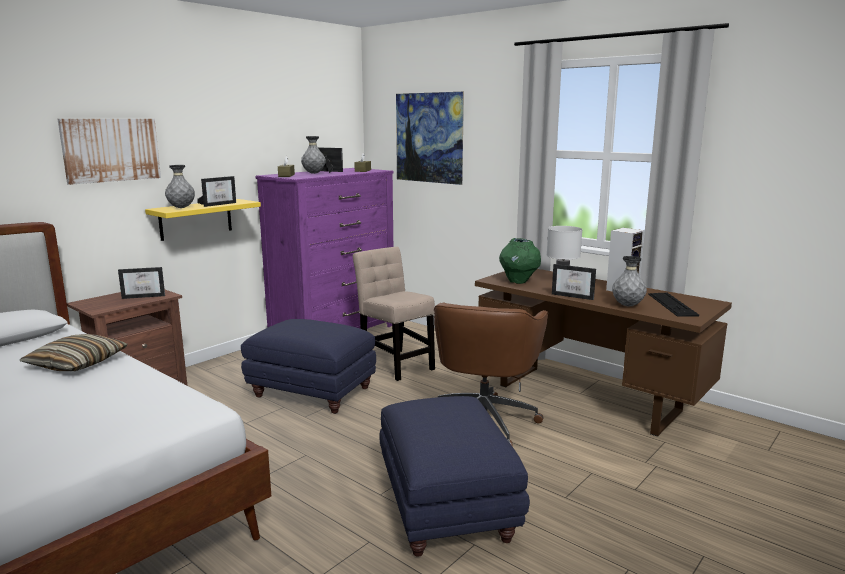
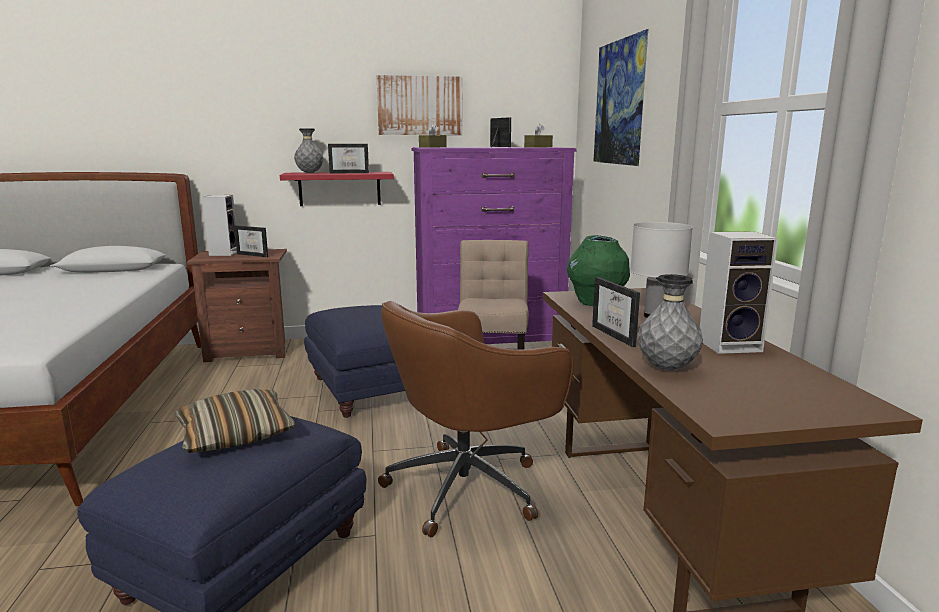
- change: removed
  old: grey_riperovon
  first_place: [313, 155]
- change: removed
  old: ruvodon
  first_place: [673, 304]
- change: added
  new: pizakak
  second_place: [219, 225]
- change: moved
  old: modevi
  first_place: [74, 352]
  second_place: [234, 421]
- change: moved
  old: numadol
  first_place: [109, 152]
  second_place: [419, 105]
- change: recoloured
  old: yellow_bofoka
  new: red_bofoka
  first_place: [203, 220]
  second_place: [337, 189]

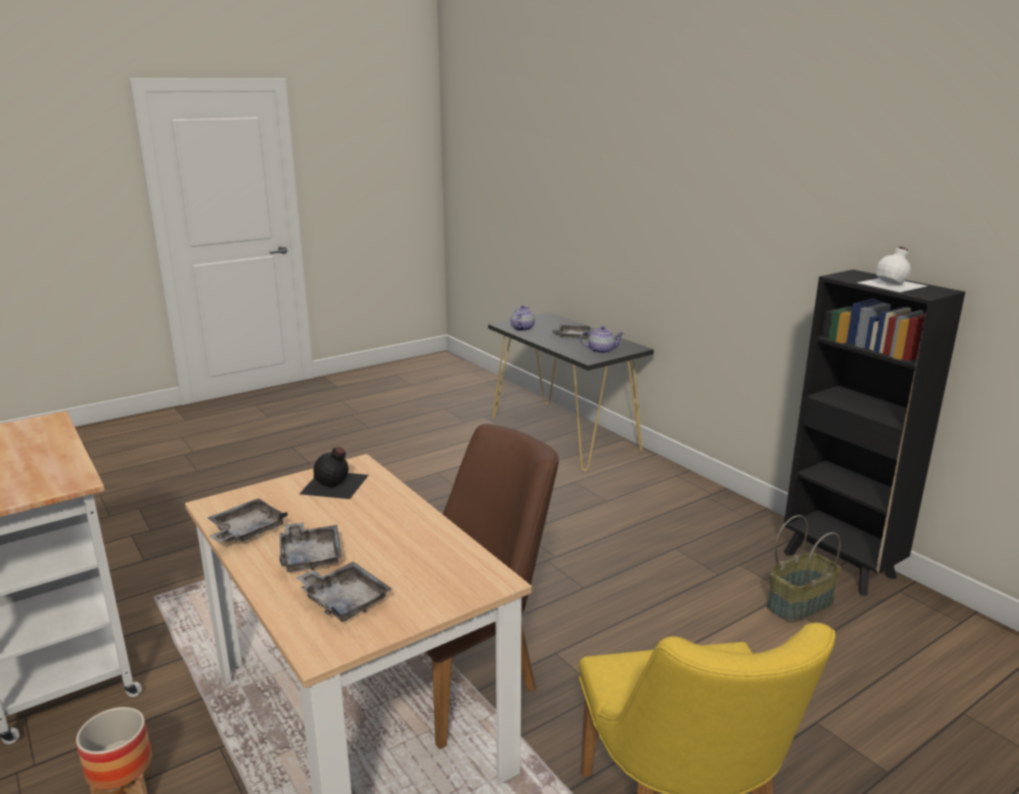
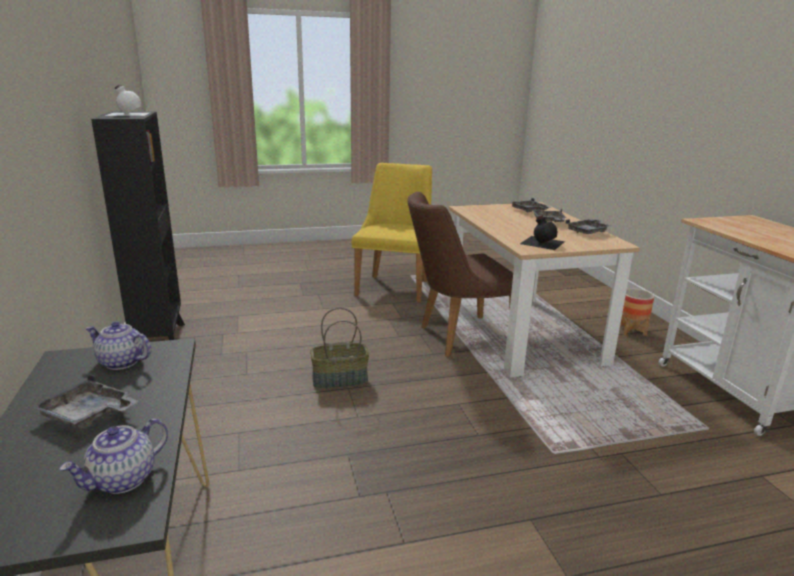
- change: moved
  old: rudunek
  first_place: [804, 569]
  second_place: [339, 348]

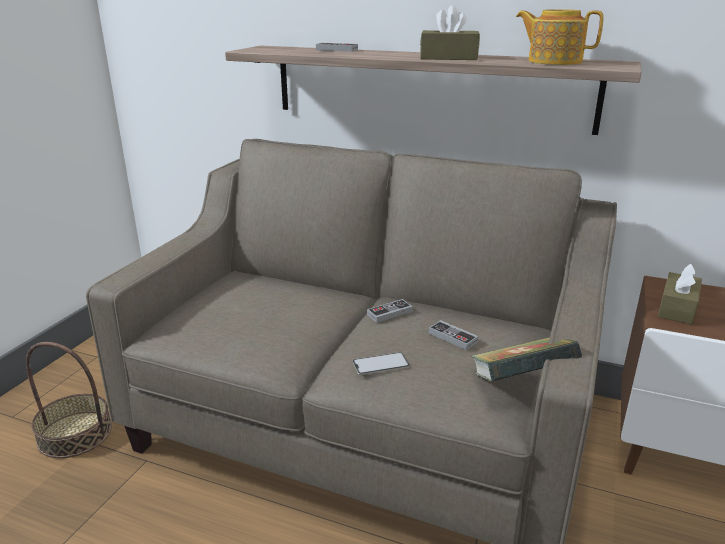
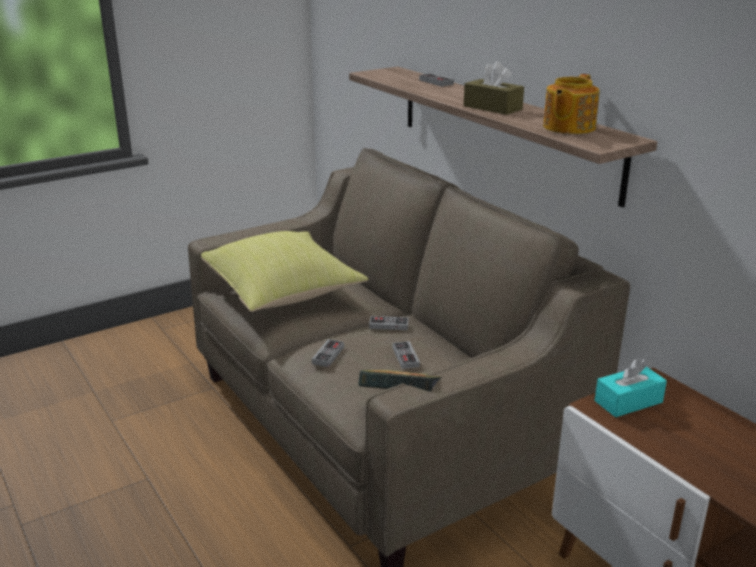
- change: removed
  old: rudunek
  first_place: [69, 400]
- change: added
  new: yellow_modevi
  second_place: [284, 271]
- change: replaced
  old: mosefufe
  new: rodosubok
  first_place: [381, 363]
  second_place: [328, 353]
- change: recoloured
  old: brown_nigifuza
  new: turquoise_nigifuza
  first_place: [680, 294]
  second_place: [631, 387]
- change: turned
  old: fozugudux
  first_place: [560, 37]
  second_place: [571, 104]
  degrees: -120

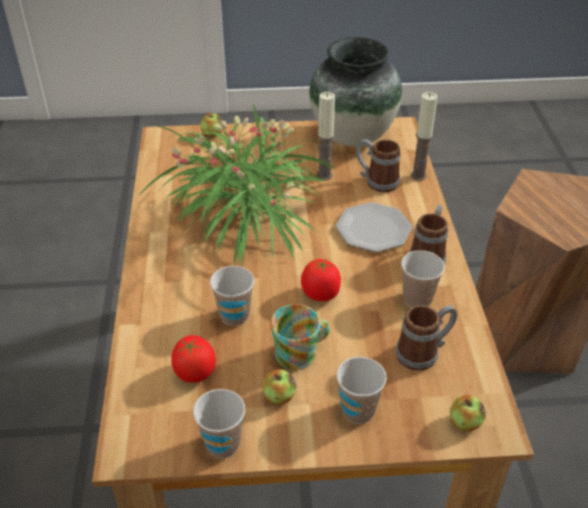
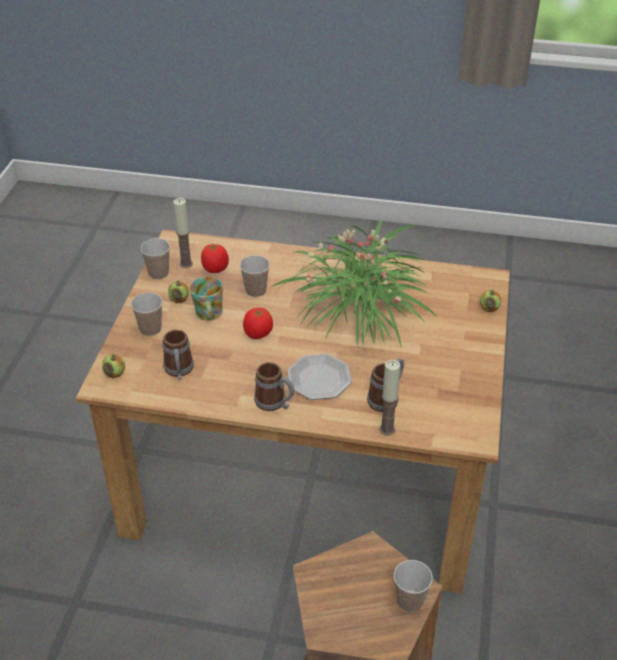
- change: removed
  old: riperovon
  first_place: [355, 92]
- change: moved
  old: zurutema
  first_place: [326, 136]
  second_place: [183, 233]
- change: moved
  old: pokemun
  first_place: [423, 278]
  second_place: [413, 586]

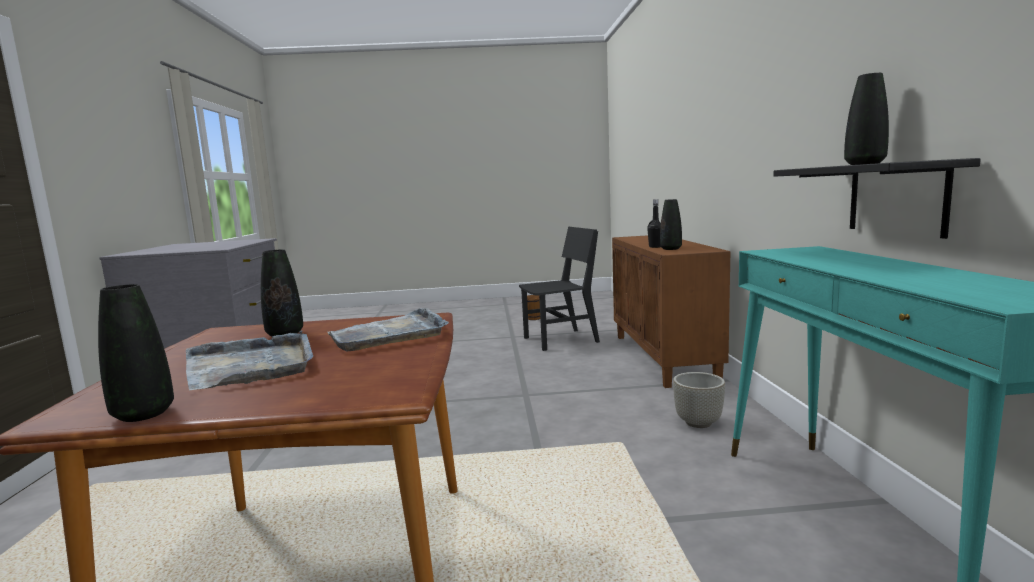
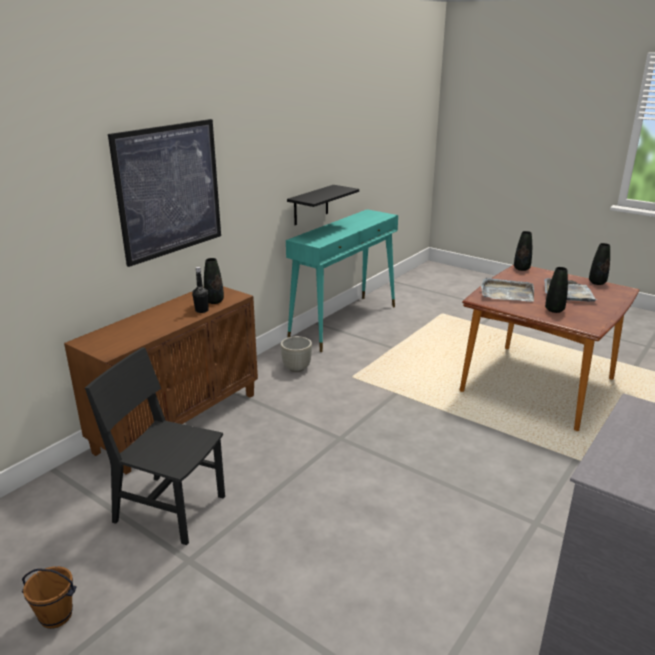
- change: added
  new: numadol
  second_place: [164, 193]
- change: moved
  old: black_riperovon
  first_place: [866, 119]
  second_place: [523, 251]

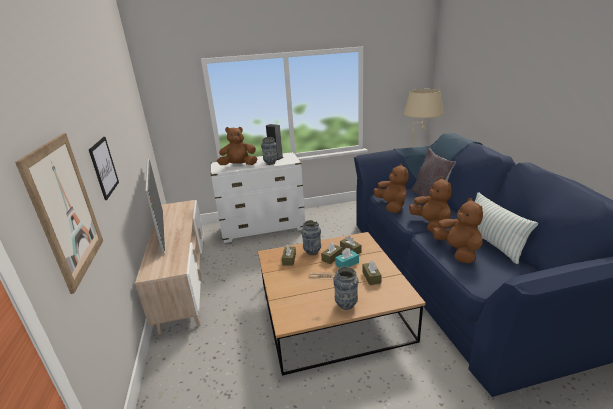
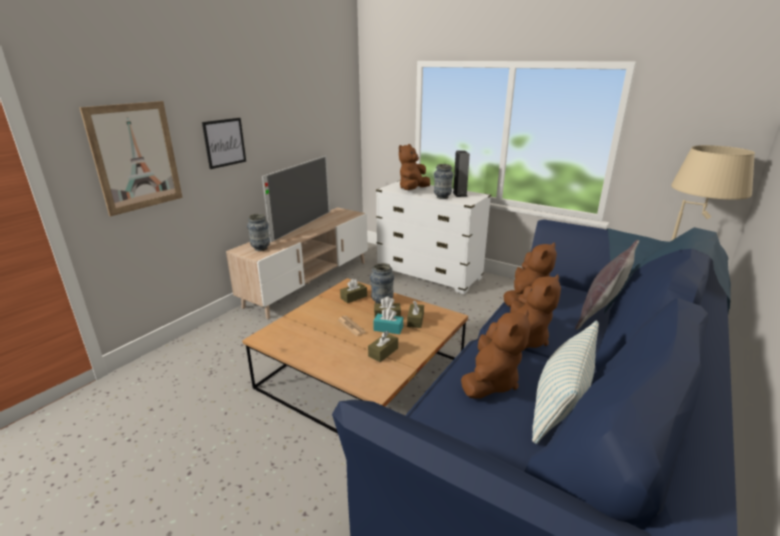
- change: moved
  old: riperovon
  first_place: [345, 288]
  second_place: [258, 232]
- change: turned
  old: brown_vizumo
  first_place: [237, 146]
  second_place: [414, 167]
  degrees: -90

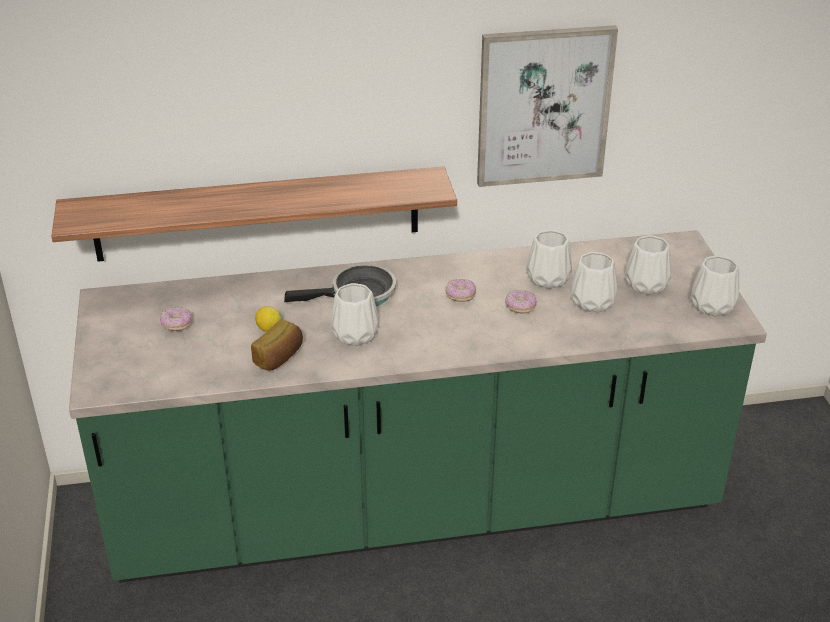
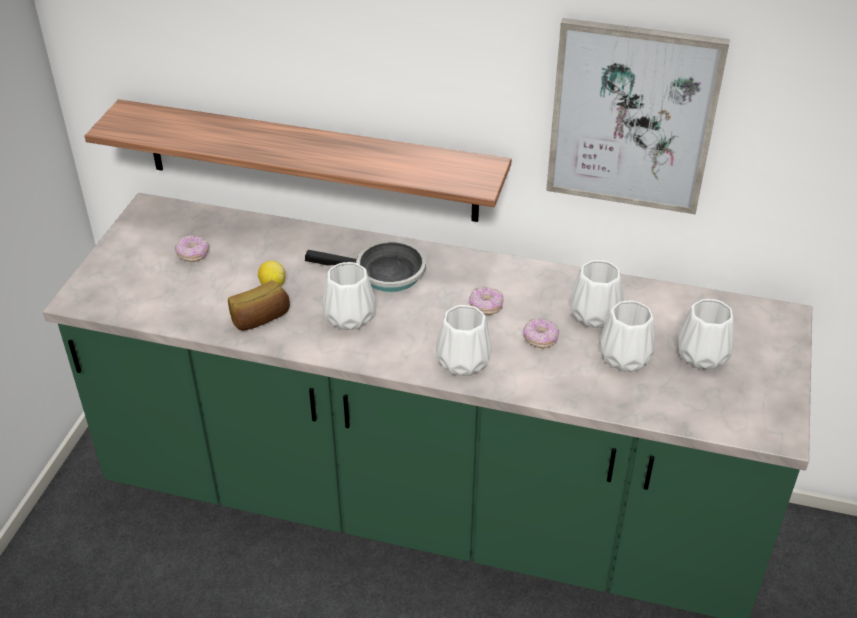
- change: moved
  old: white_riperovon
  first_place: [714, 286]
  second_place: [464, 340]

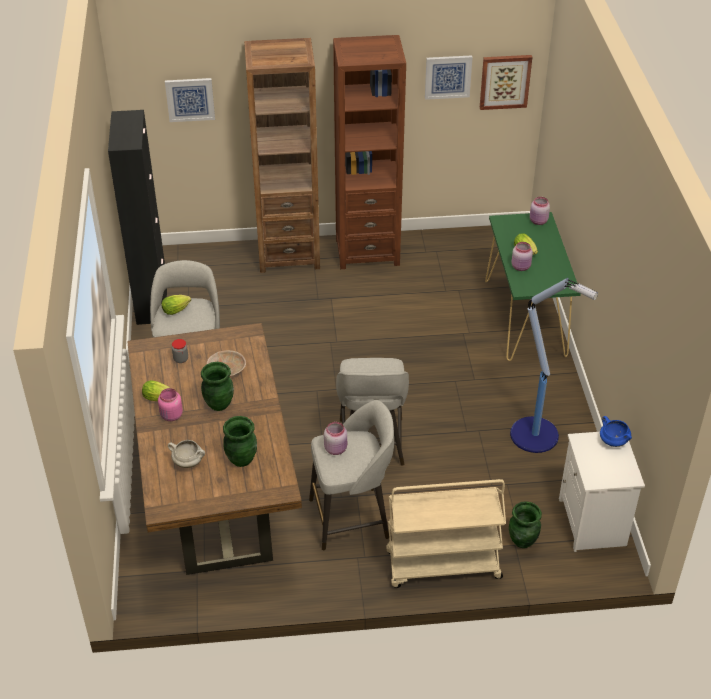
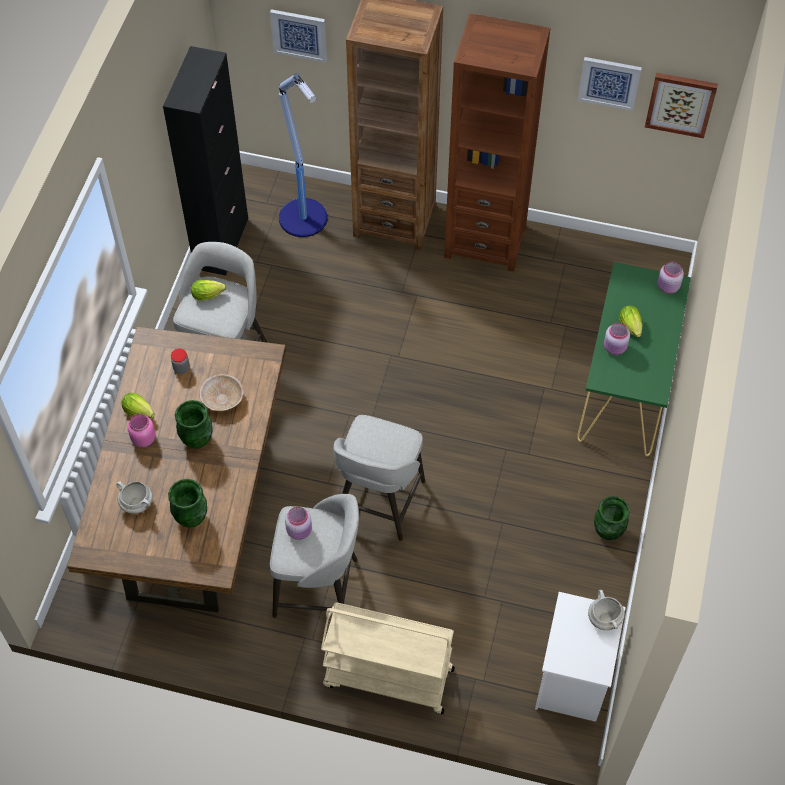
- change: moved
  old: green_riperovon
  first_place: [525, 524]
  second_place: [612, 518]
- change: moved
  old: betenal
  first_place: [554, 365]
  second_place: [303, 155]
- change: recoloured
  old: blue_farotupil
  new: white_farotupil
  first_place: [616, 431]
  second_place: [606, 610]

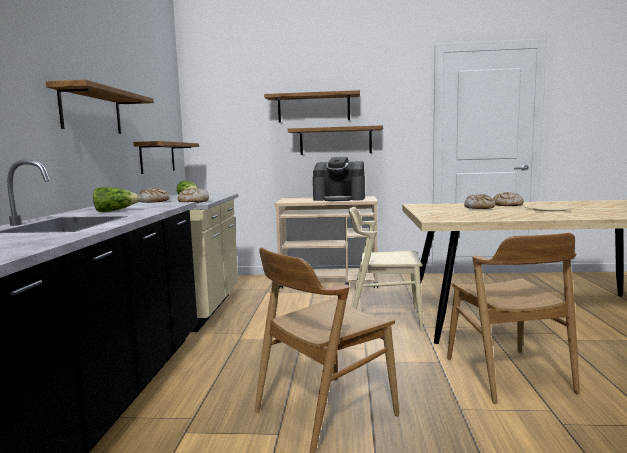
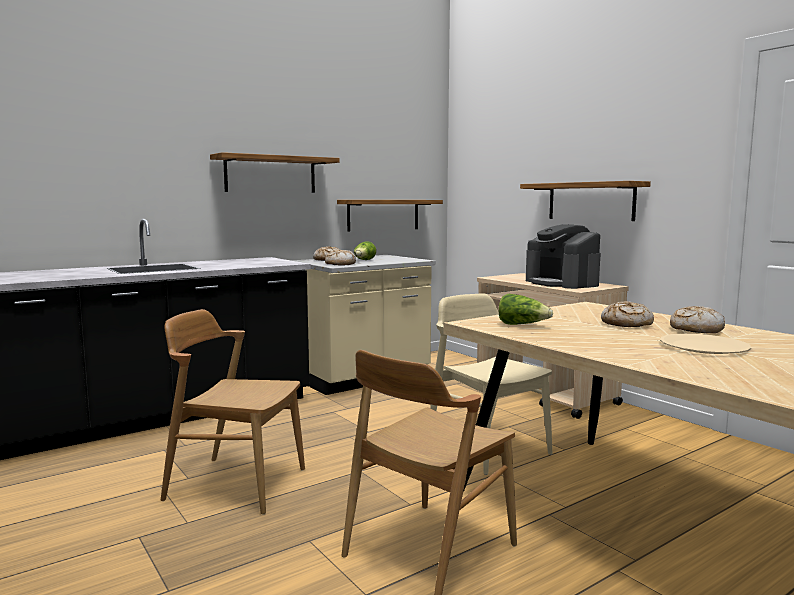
- change: removed
  old: bofoka
  first_place: [312, 106]
- change: moved
  old: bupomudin
  first_place: [117, 199]
  second_place: [526, 309]

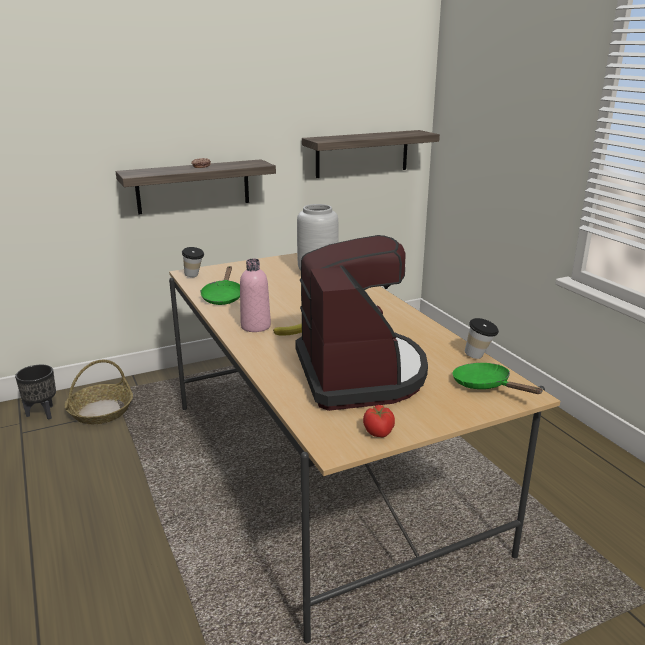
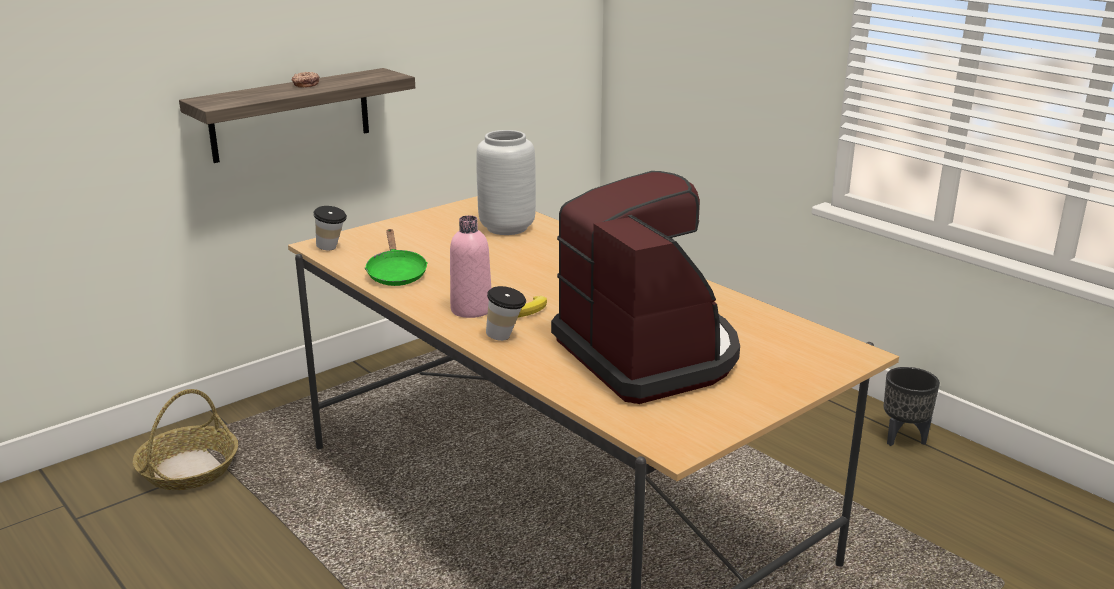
- change: removed
  old: bofoka
  first_place: [371, 154]
- change: removed
  old: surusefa
  first_place: [379, 421]
- change: removed
  old: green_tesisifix
  first_place: [498, 378]
- change: moved
  old: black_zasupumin
  first_place: [35, 392]
  second_place: [911, 406]
- change: moved
  old: pokemun
  first_place: [482, 338]
  second_place: [506, 313]

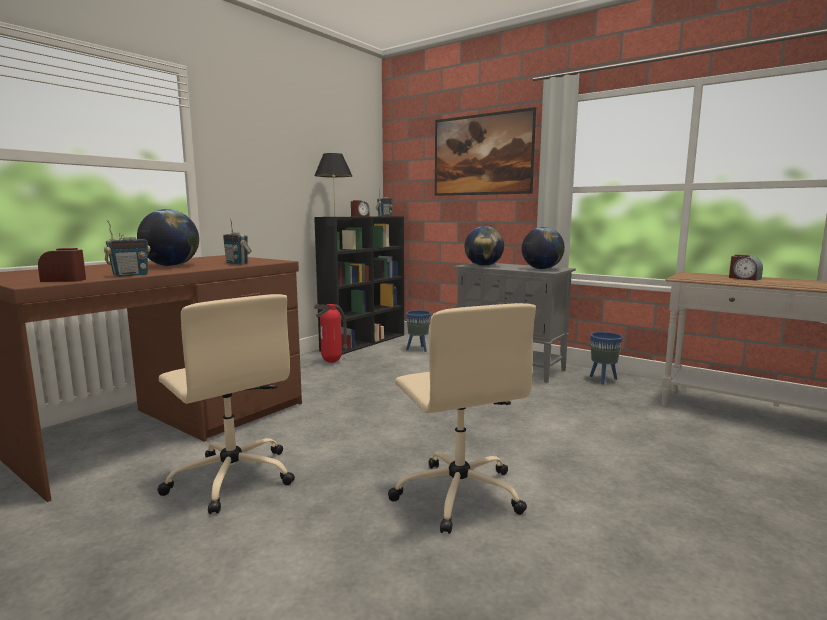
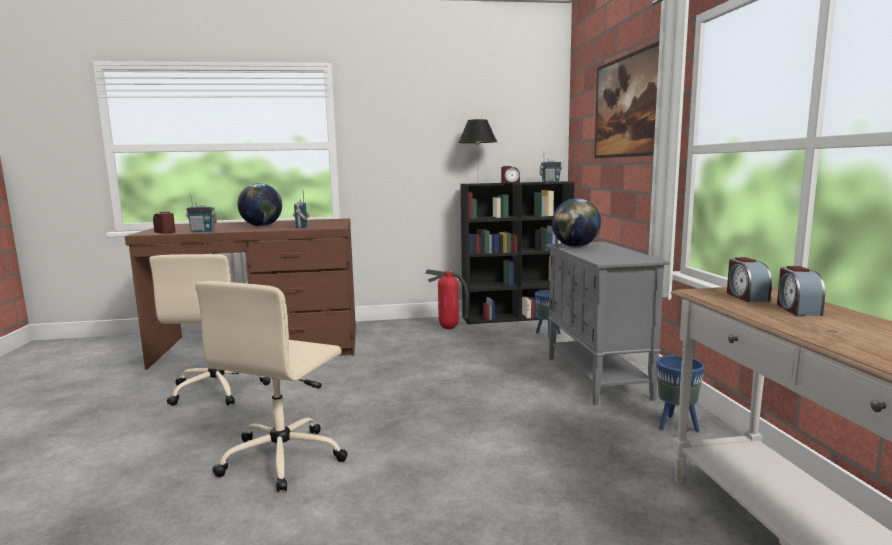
- change: removed
  old: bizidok
  first_place: [543, 248]
- change: added
  new: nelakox
  second_place: [749, 279]

